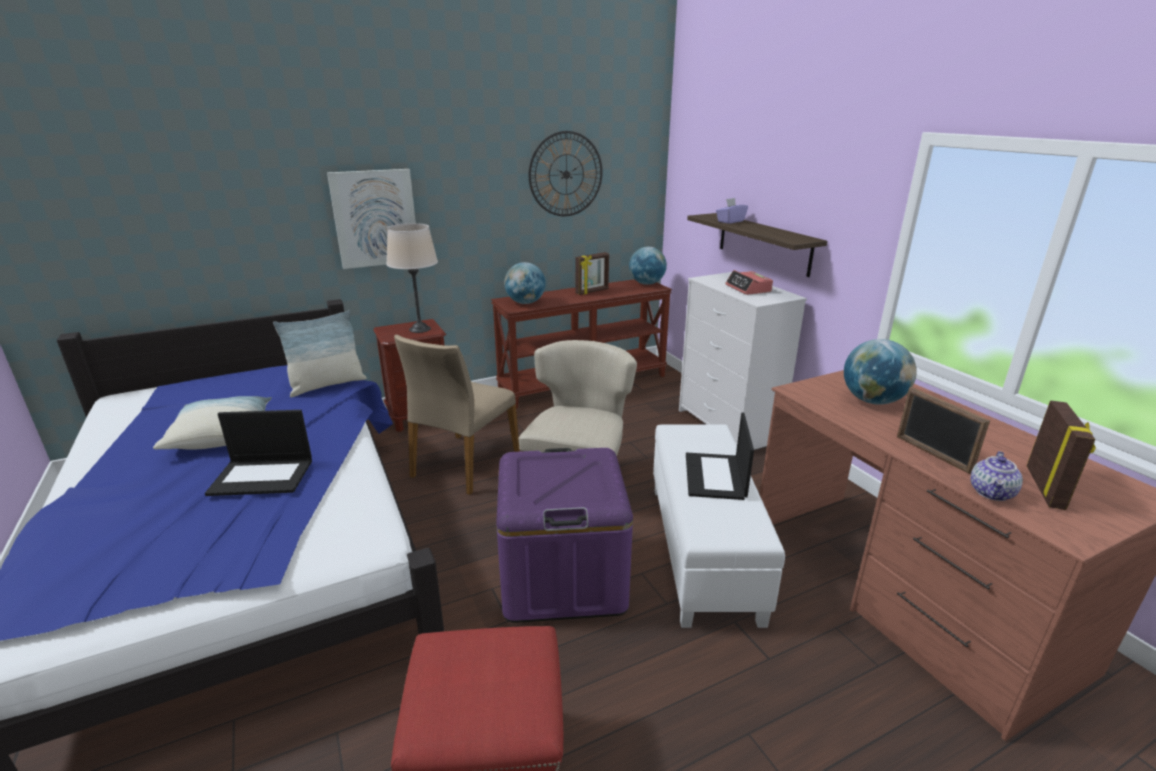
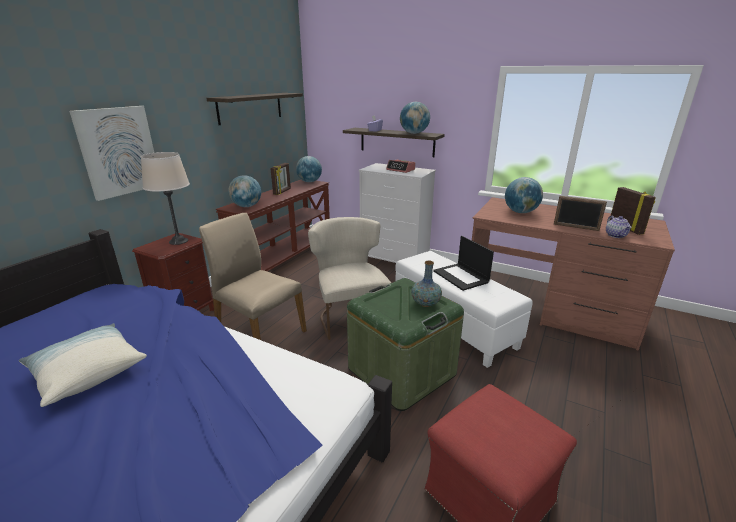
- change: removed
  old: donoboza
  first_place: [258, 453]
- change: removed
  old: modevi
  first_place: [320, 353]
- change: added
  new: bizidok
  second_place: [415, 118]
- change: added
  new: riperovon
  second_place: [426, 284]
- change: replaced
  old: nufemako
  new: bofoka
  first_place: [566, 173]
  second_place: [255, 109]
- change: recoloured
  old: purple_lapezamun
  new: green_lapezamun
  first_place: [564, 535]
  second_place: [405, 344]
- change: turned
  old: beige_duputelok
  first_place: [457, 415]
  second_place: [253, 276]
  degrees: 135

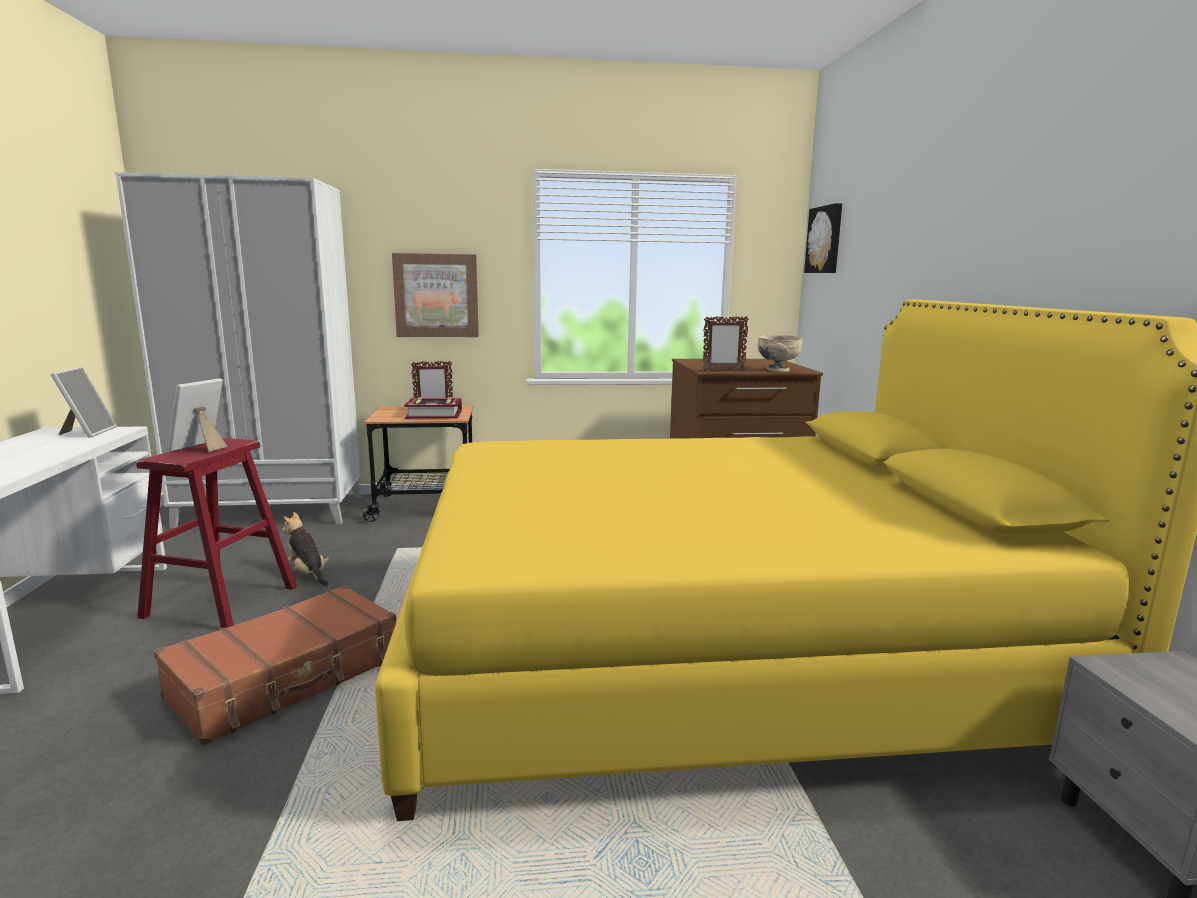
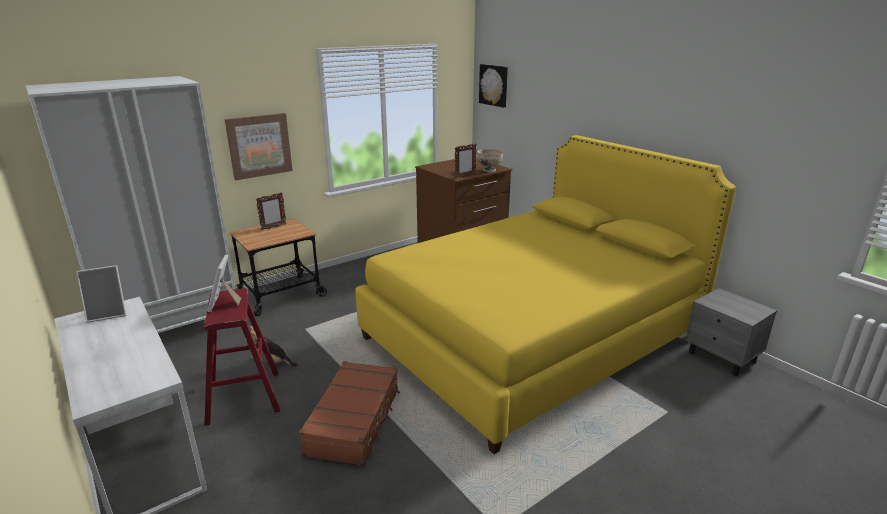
- change: removed
  old: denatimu
  first_place: [433, 408]
- change: turned
  old: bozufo
  first_place: [84, 402]
  second_place: [101, 294]
  degrees: 105

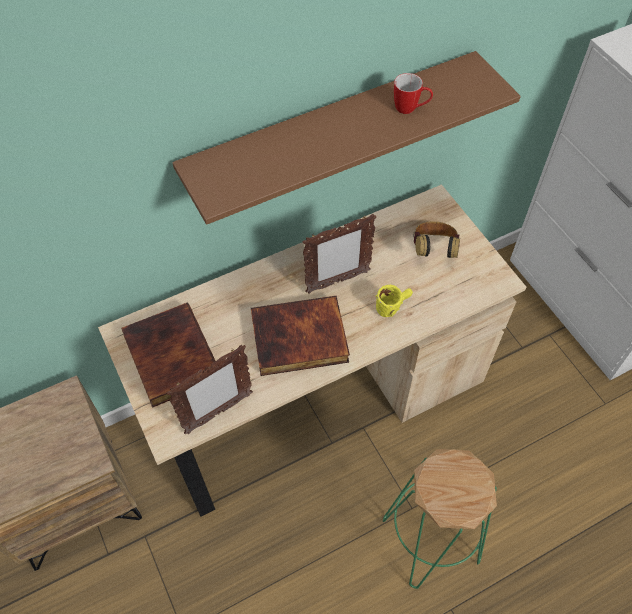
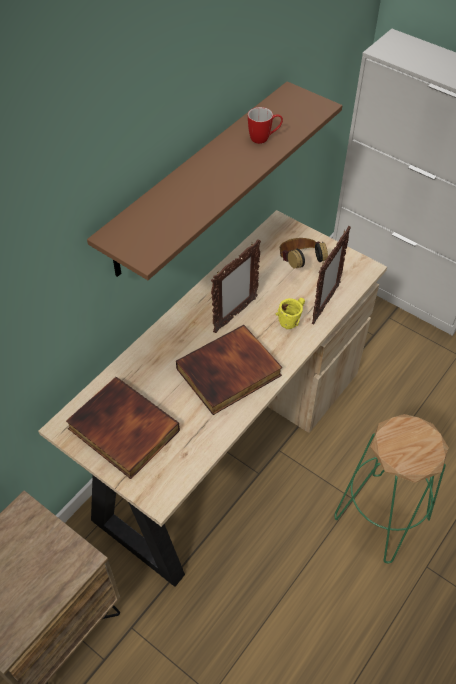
- change: moved
  old: bozufo
  first_place: [210, 389]
  second_place: [331, 275]

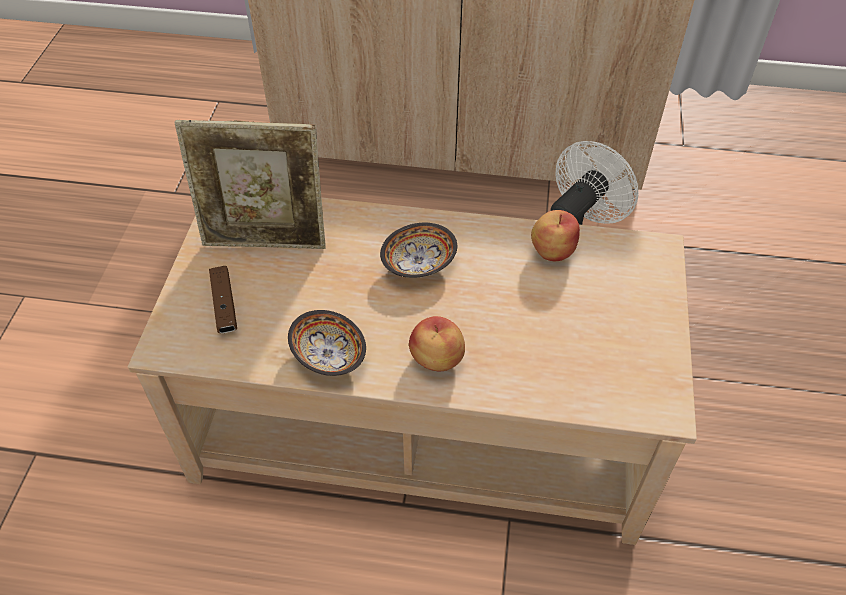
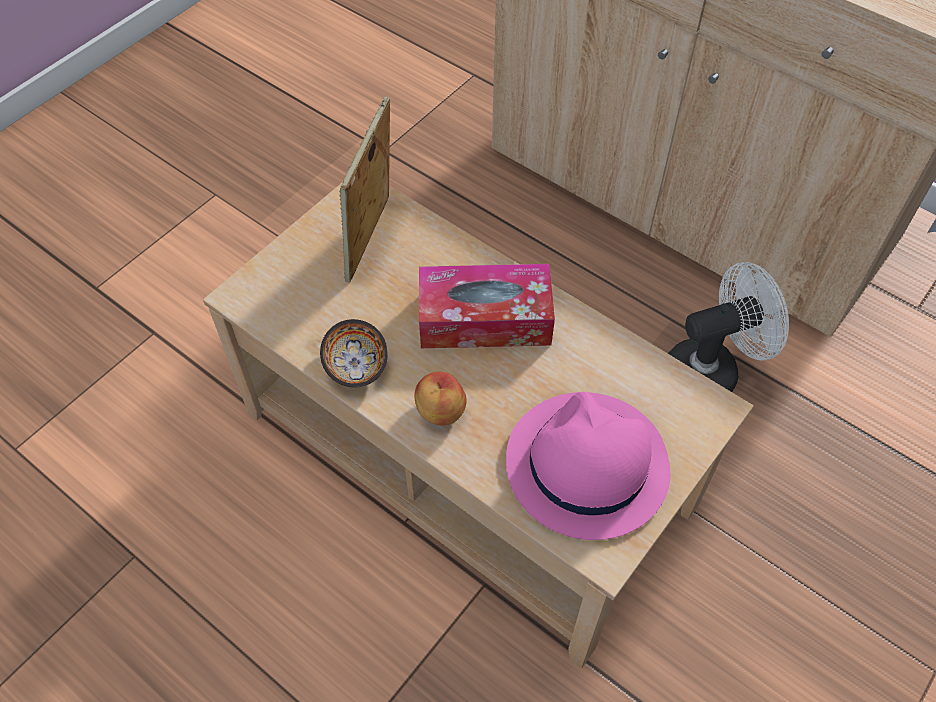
- change: removed
  old: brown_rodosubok
  first_place: [223, 299]
- change: removed
  old: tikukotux
  first_place: [555, 235]
- change: added
  new: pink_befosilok
  second_place: [588, 466]
- change: replaced
  old: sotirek
  new: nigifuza
  first_place: [418, 250]
  second_place: [487, 306]
- change: turned
  old: bozufo
  first_place: [250, 184]
  second_place: [364, 189]
  degrees: 75

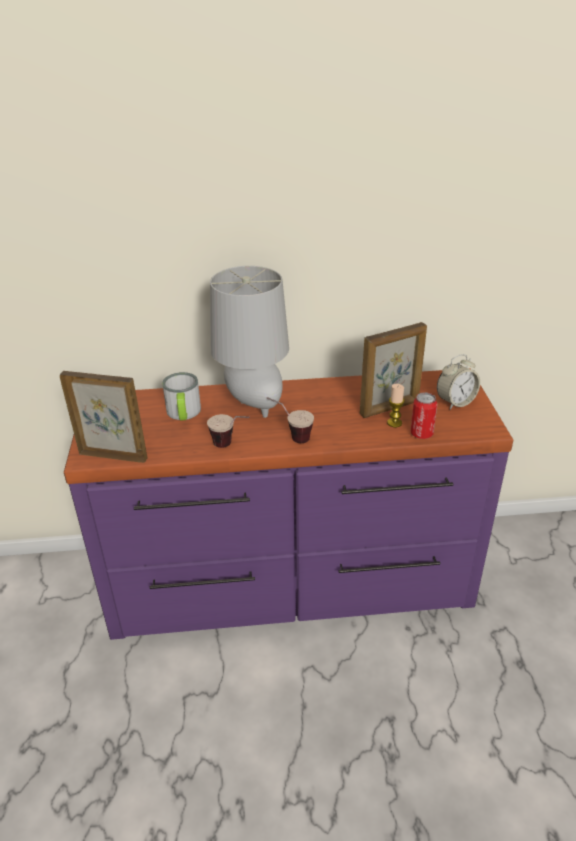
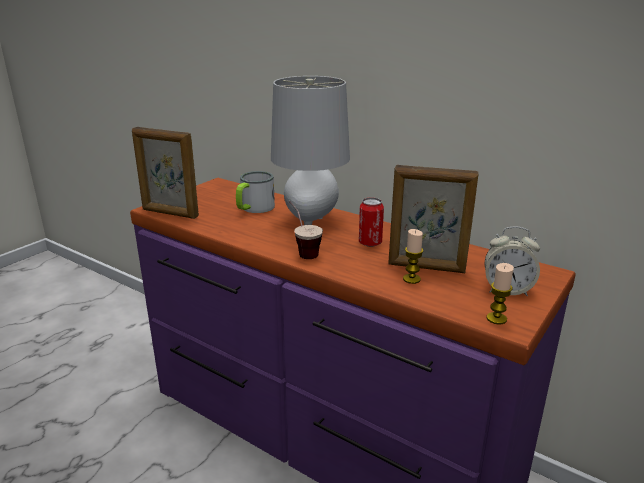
- change: removed
  old: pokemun
  first_place: [228, 431]
- change: added
  new: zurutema
  second_place: [500, 294]
- change: moved
  old: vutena
  first_place: [424, 415]
  second_place: [371, 222]
- change: turned
  old: bozufo
  first_place: [103, 417]
  second_place: [165, 173]
  degrees: 150

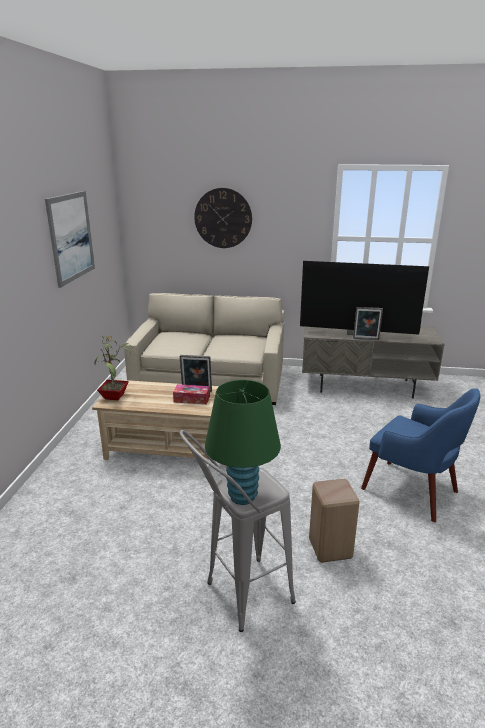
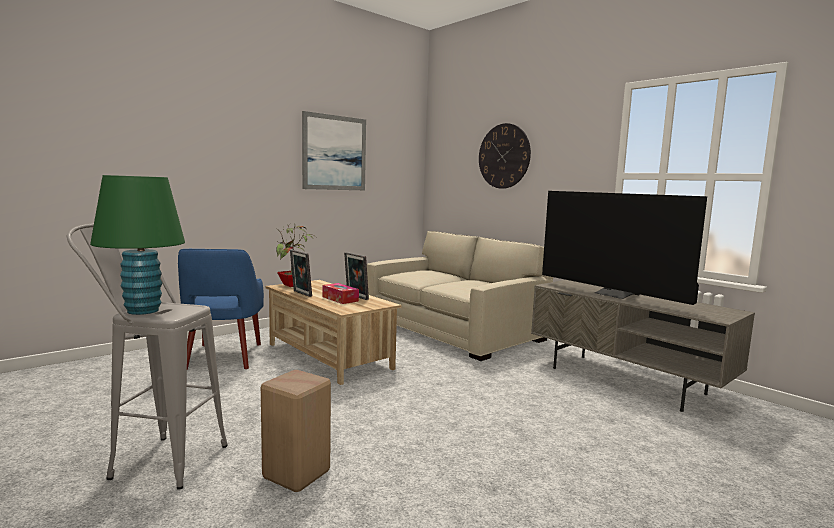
- change: moved
  old: bozufo
  first_place: [368, 323]
  second_place: [301, 273]
- change: moved
  old: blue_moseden
  first_place: [420, 455]
  second_place: [221, 309]

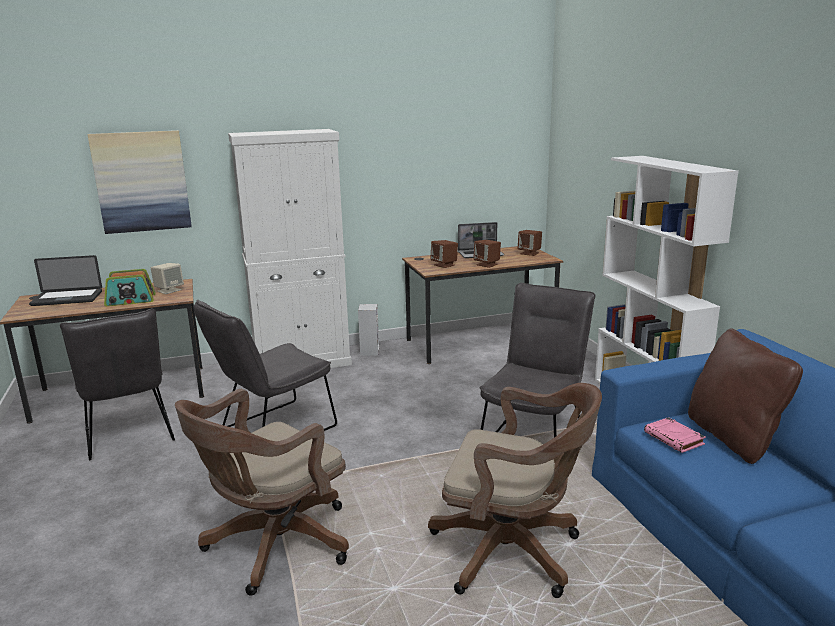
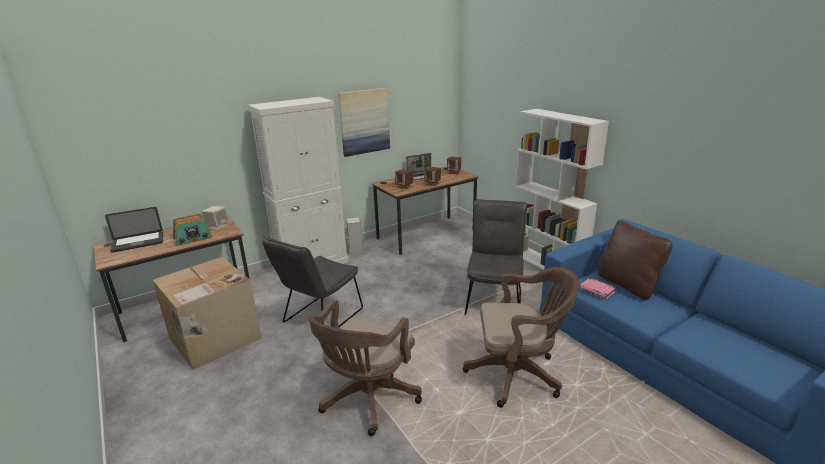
- change: moved
  old: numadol
  first_place: [140, 182]
  second_place: [364, 122]
- change: replaced
  old: grey_duputelok
  new: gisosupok
  first_place: [117, 384]
  second_place: [207, 313]

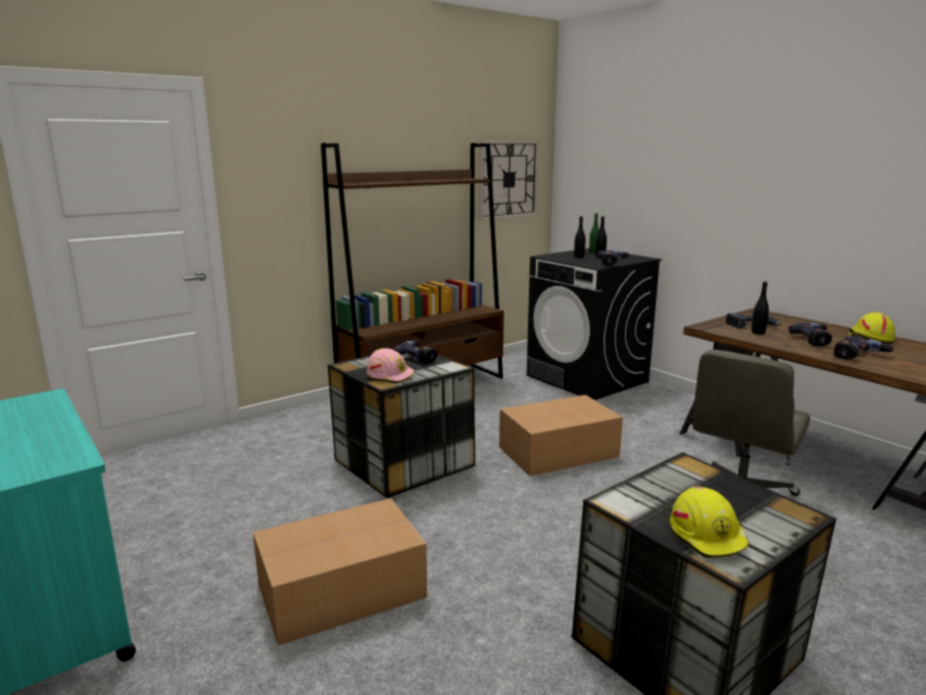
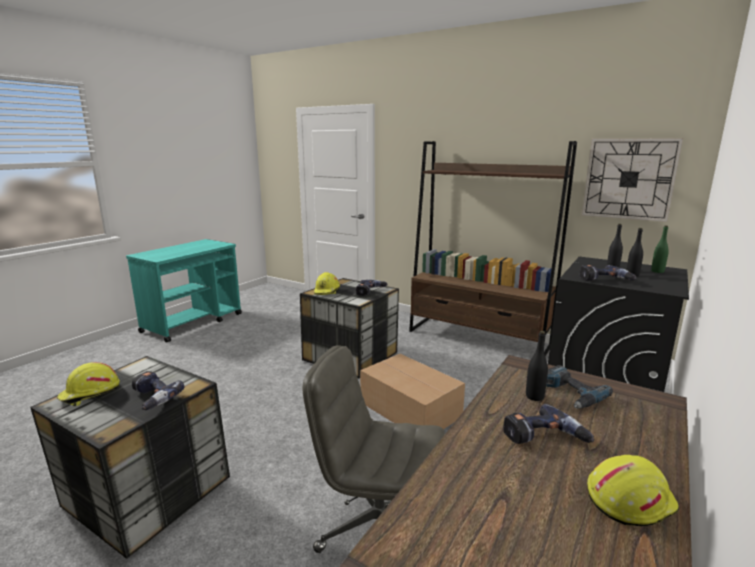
- change: removed
  old: gisosupok
  first_place: [340, 572]
- change: moved
  old: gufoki
  first_place: [864, 348]
  second_place: [158, 390]
- change: recoloured
  old: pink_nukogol
  new: yellow_nukogol
  first_place: [390, 366]
  second_place: [327, 283]

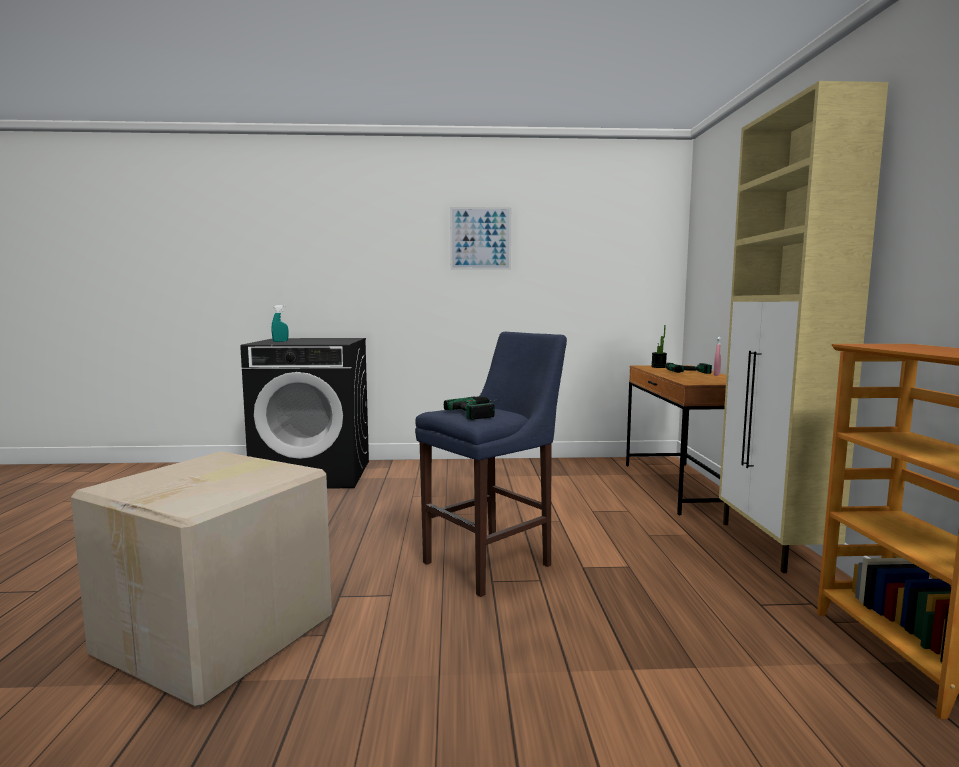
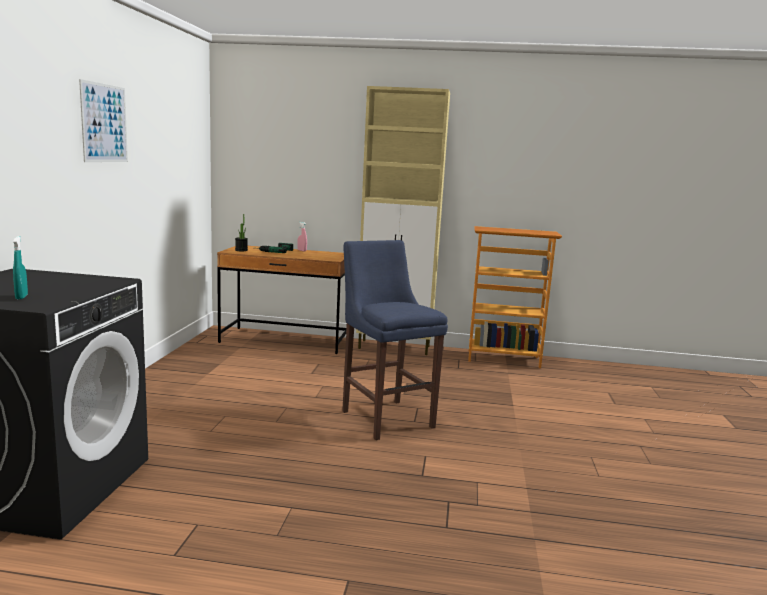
- change: removed
  old: gisosupok
  first_place: [201, 580]
- change: removed
  old: gufoki
  first_place: [471, 408]

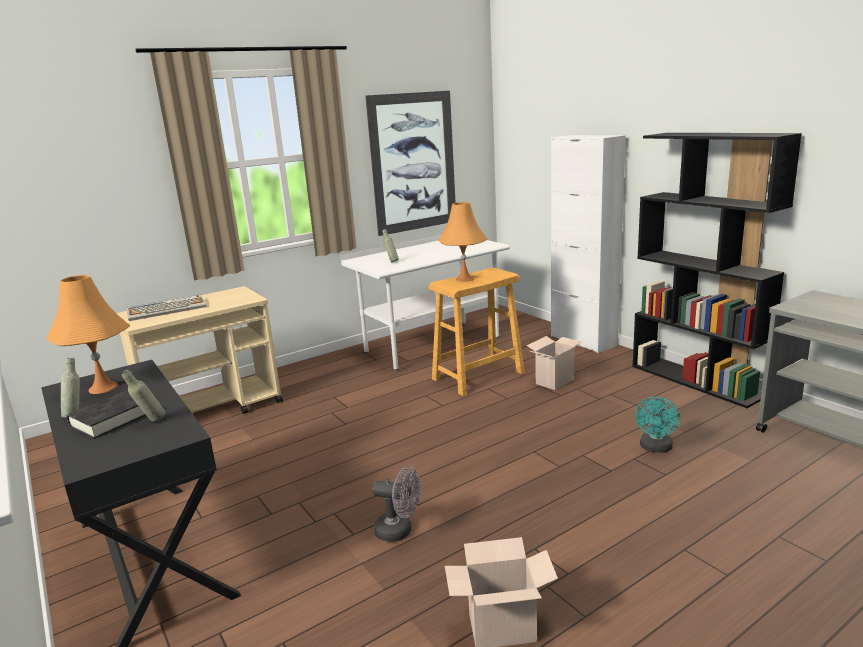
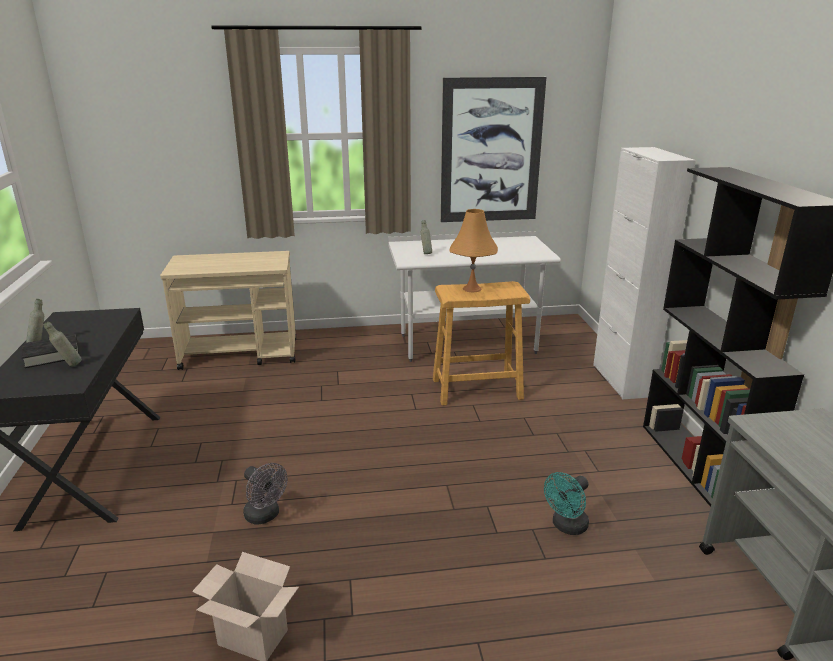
- change: removed
  old: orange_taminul
  first_place: [88, 334]
- change: removed
  old: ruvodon
  first_place: [166, 308]
- change: removed
  old: gisosupok
  first_place: [555, 363]

